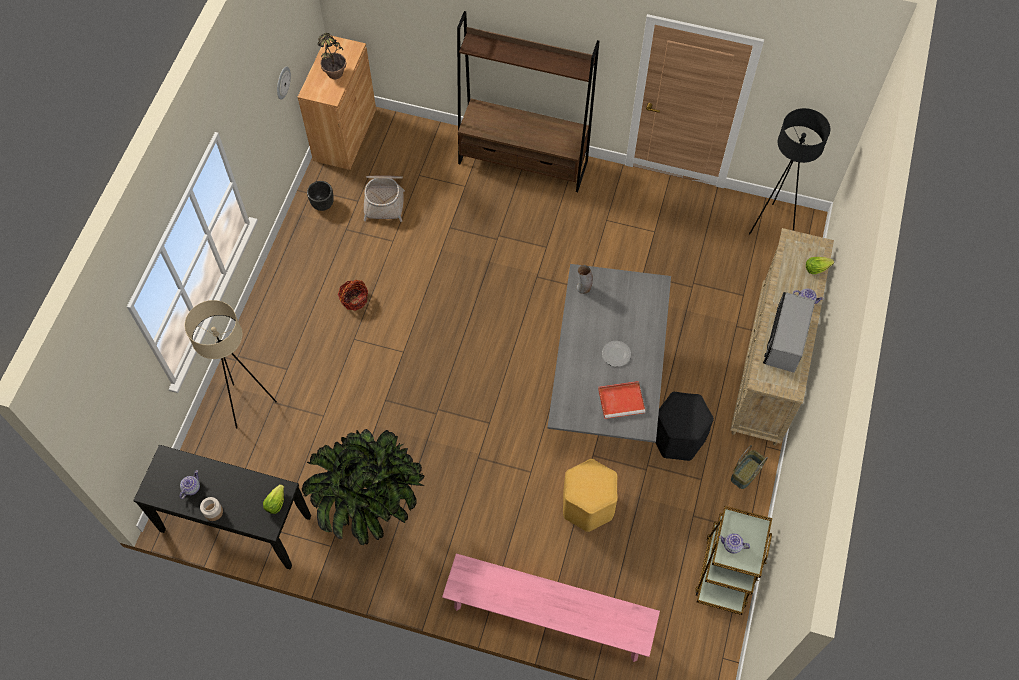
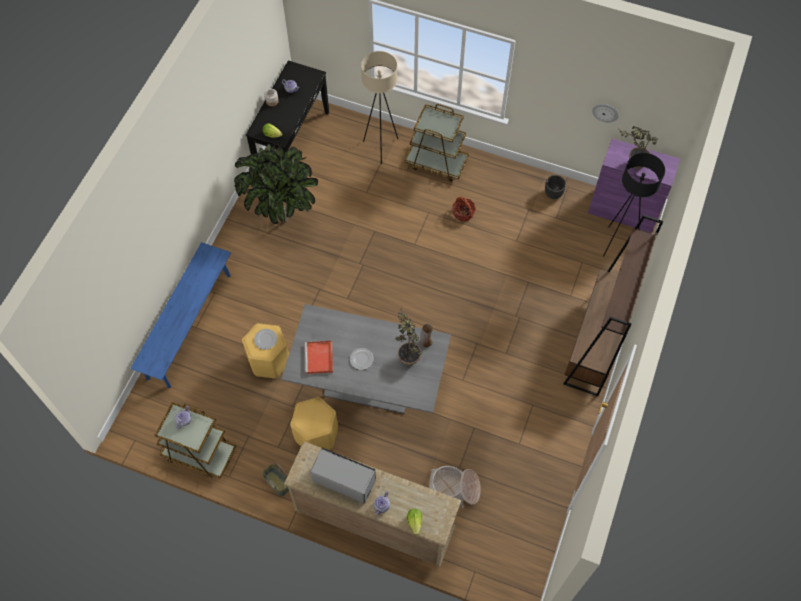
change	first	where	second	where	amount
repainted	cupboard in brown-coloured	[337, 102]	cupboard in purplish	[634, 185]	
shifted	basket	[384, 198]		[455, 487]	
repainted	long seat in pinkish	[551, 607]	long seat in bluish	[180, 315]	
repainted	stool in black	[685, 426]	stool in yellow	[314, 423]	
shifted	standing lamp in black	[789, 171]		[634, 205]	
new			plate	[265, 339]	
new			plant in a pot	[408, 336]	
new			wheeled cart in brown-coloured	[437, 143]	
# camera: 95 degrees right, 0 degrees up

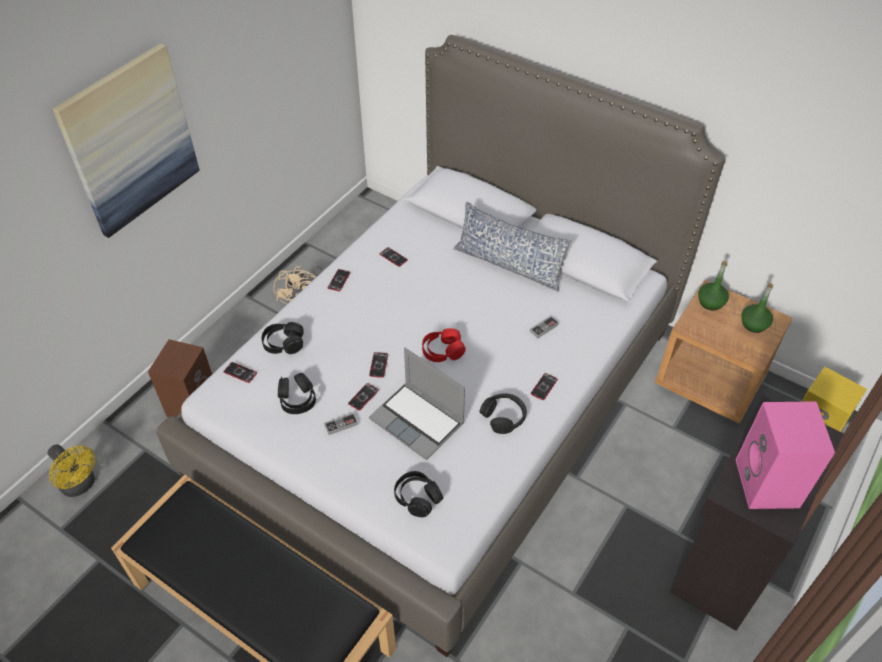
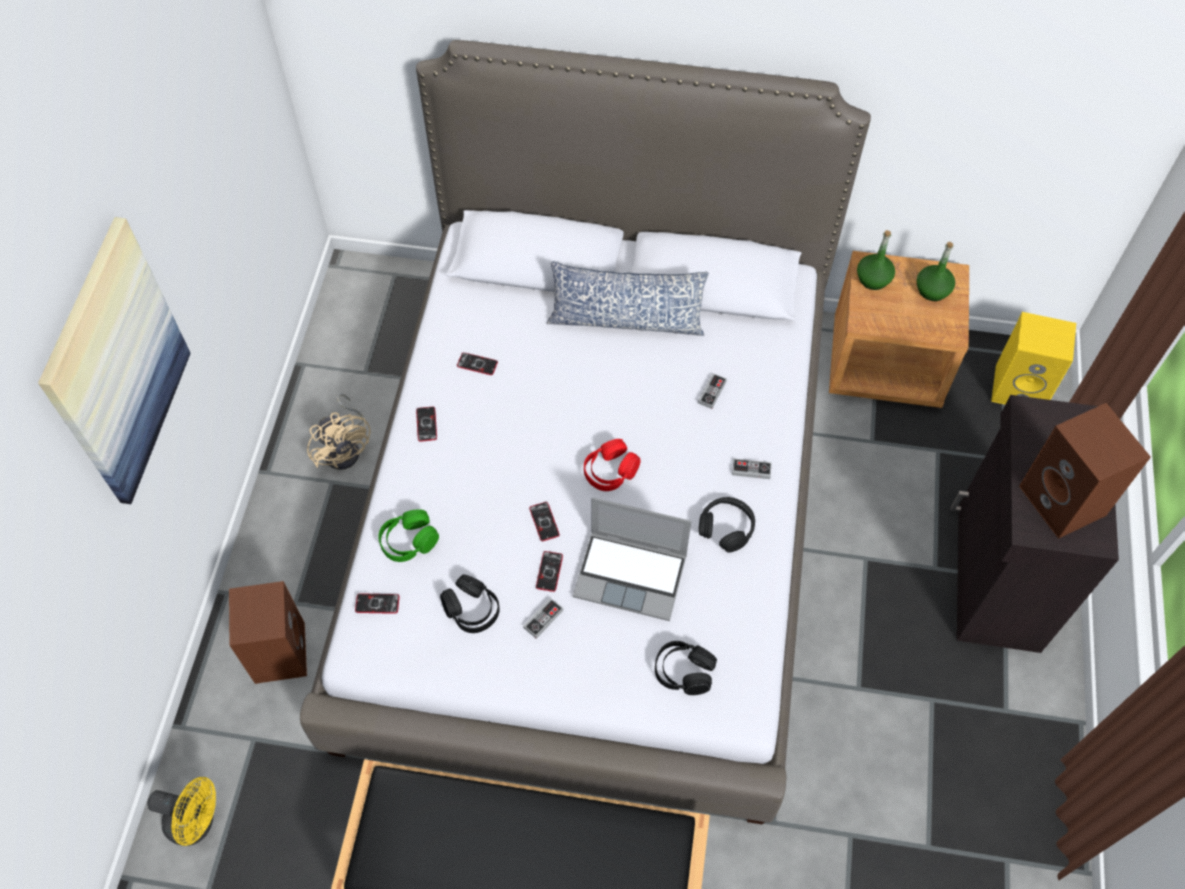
change	first	where	second	where	amount
repainted	headphones in black	[283, 338]	headphones in green-coloured	[408, 535]	
swapped	telephone	[544, 386]	game controller	[751, 469]	
repainted	audio speaker in pinkish	[785, 455]	audio speaker in brown-coloured	[1085, 471]	
# camera: 25 degrees left, 10 degrees up

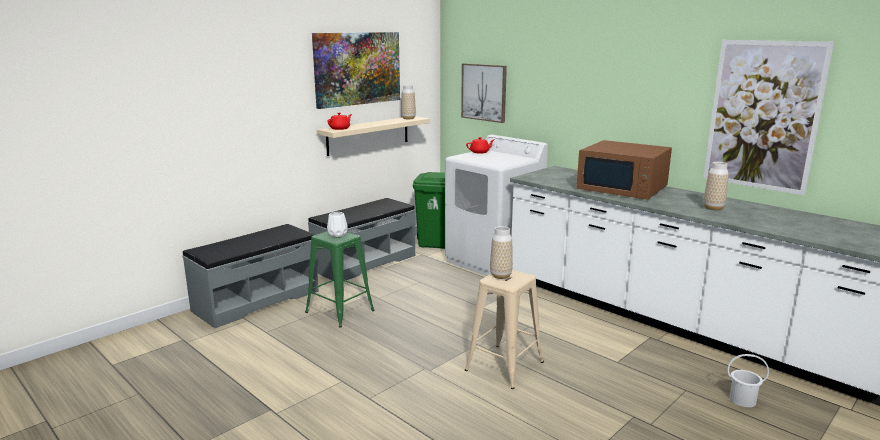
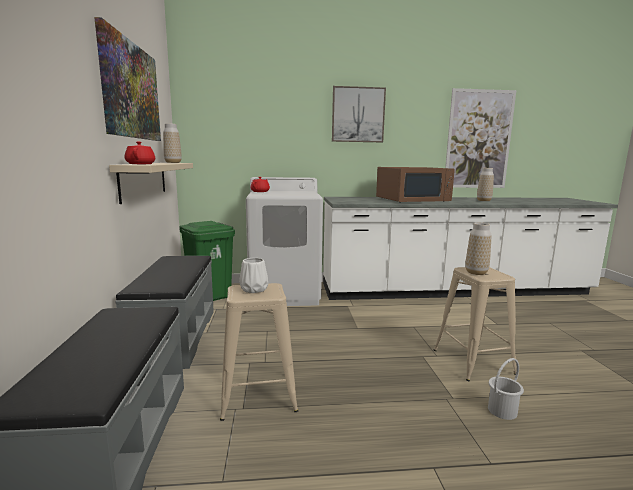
change	first	where	second	where	amount
repainted	stool in green-coloured	[340, 279]	stool in sand-coloured	[259, 352]	
shifted	wall art	[484, 93]		[359, 114]	
shifted	pail in white-coloured	[748, 380]		[506, 389]	
# camera: 50 degrees left, 5 degrees down

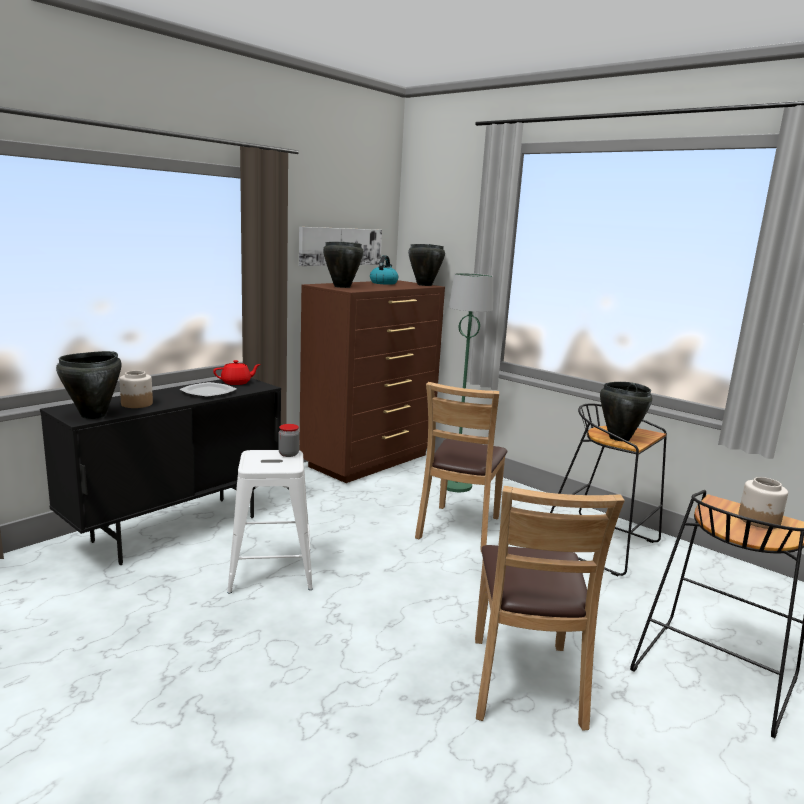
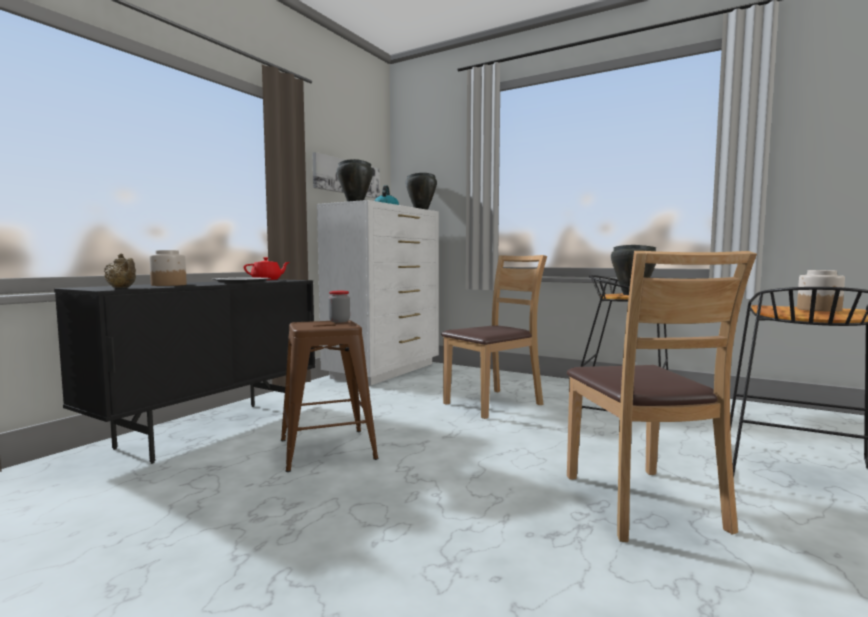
change	first	where	second	where	amount
swapped	stockpot in black	[89, 385]	teapot in sand-coloured	[120, 270]	
repainted	stool in white-coloured	[270, 522]	stool in brown-coloured	[329, 396]	
repainted	dresser in brown-coloured	[372, 381]	dresser in white-coloured	[378, 292]	
rotated	plain chair in brown-coloured	[461, 467]		[494, 337]	135 degrees counterclockwise
gone	standing lamp in green-coloured	[466, 382]			
# camera: 10 degrees left, 10 degrees down

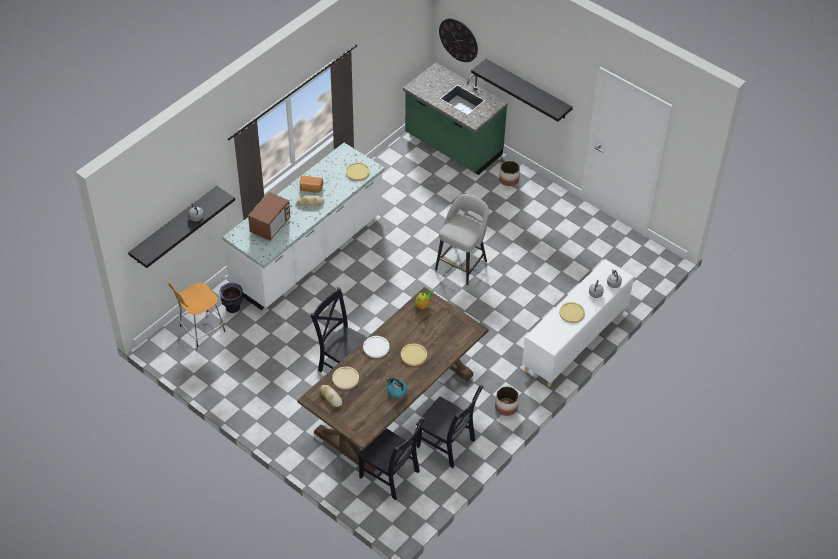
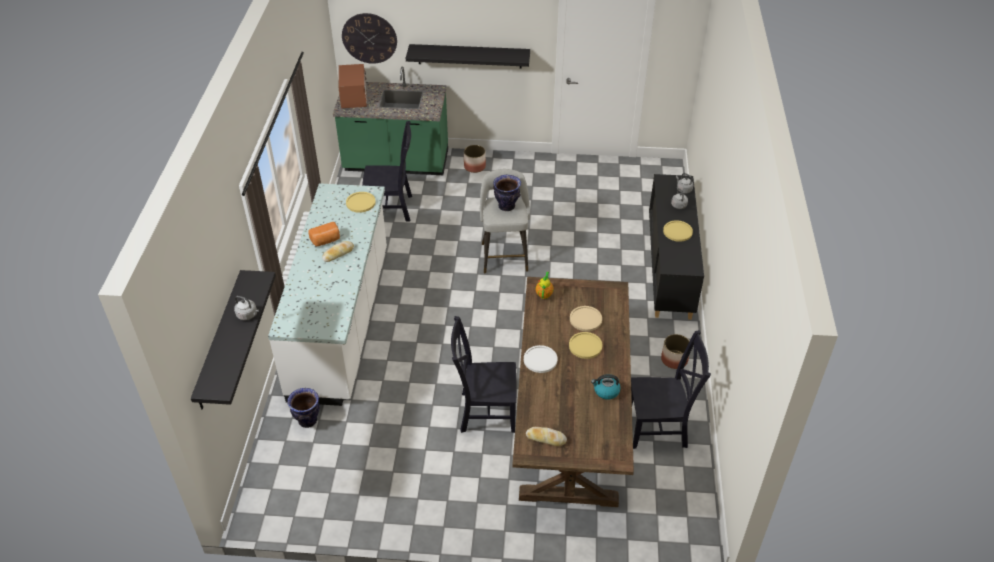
change	first	where	second	where	amount
gone	stool in orange	[196, 315]			
shifted	microwave oven	[269, 216]		[352, 86]	
shifted	plate in sand-coloured	[345, 378]		[586, 318]	
shifted	plain chair in black	[391, 458]		[387, 171]	
repainted	cupboard in white-coloured	[578, 323]	cupboard in black	[676, 247]	
new			flower vase	[507, 192]	
# camera: 35 degrees left, 5 degrees down

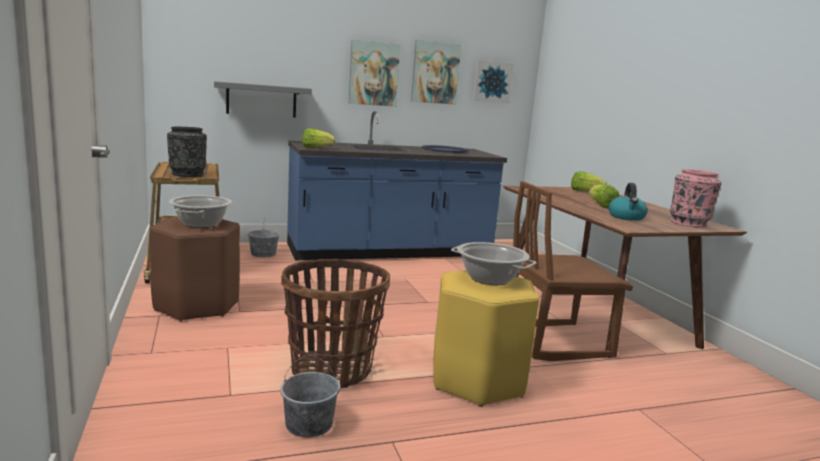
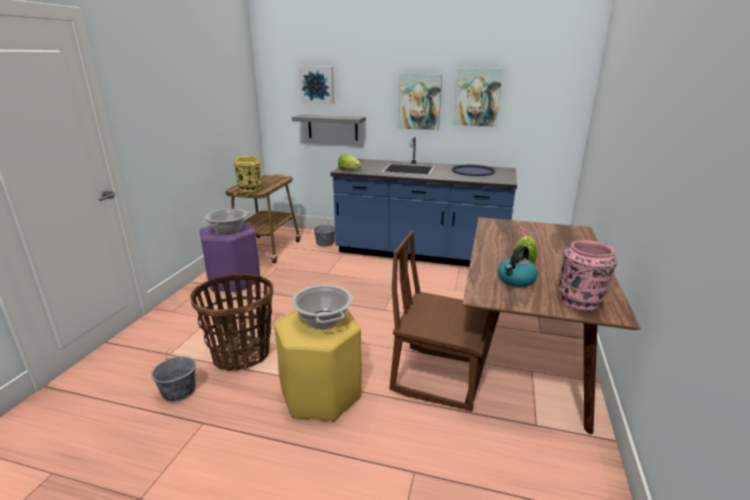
change	first	where	second	where	amount
repainted	stool in brown-coloured	[194, 269]	stool in purplish	[230, 257]	
repainted	flower vase in black	[187, 152]	flower vase in yellow	[248, 174]	
shifted	wall art	[493, 81]		[316, 85]	
gone	lettuce head	[589, 181]			
# camera: 35 degrees right, 10 degrees up

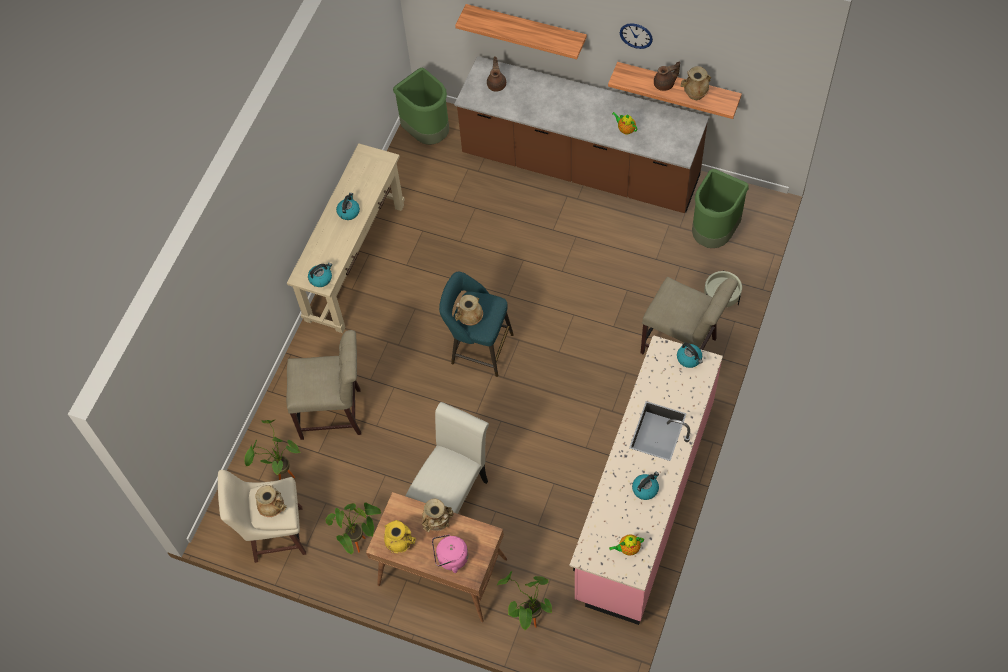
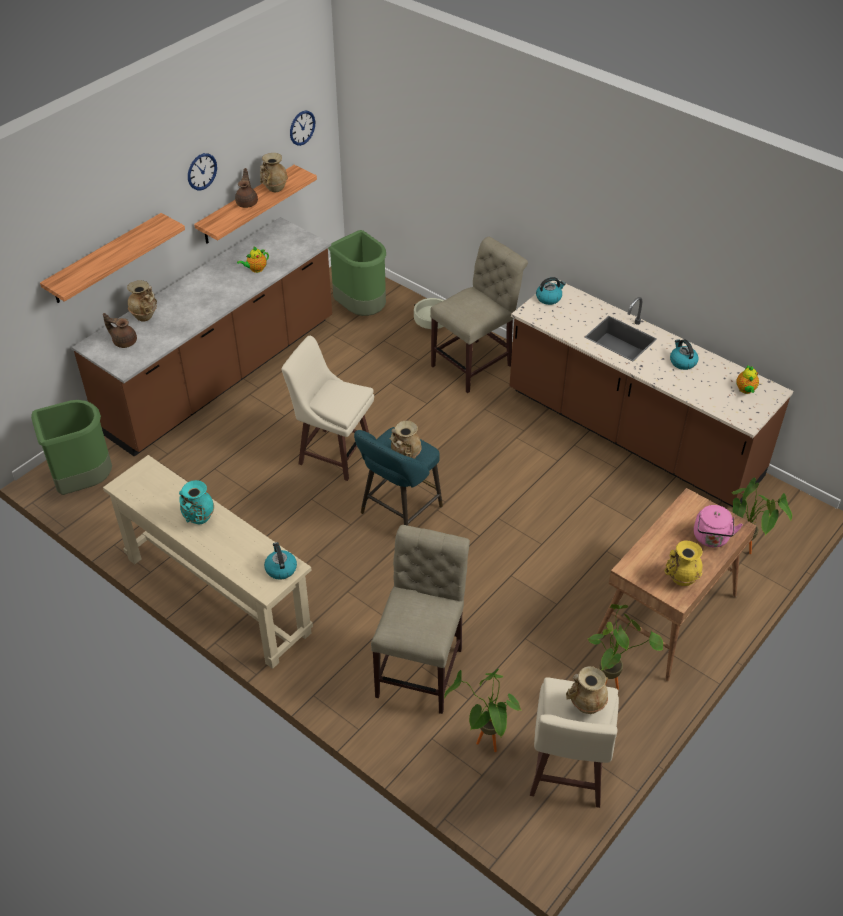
change	first	where	second	where	amount
swapped	water kettle	[348, 206]	flower vase in turquoise-coloured	[196, 502]	
gone	plain chair in white-coloured	[447, 458]			
shifted	flower vase in sand-coloured	[438, 515]		[142, 301]	
repainted	kitchen counter in pinkish	[646, 480]	kitchen counter in brown-coloured	[651, 393]	
new			stool in sand-coloured	[328, 408]	
new			hanging clock	[302, 128]	
# camera: 75 degrees left, 15 degrees down

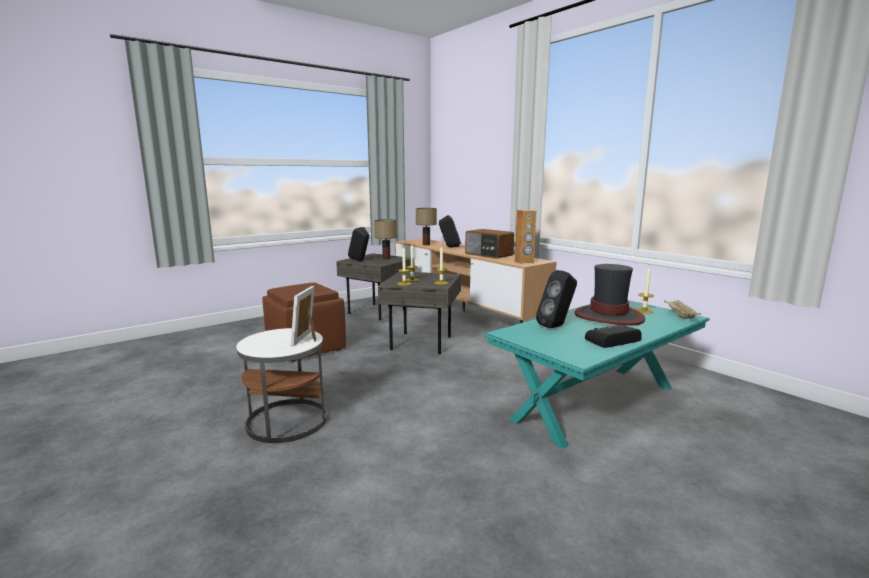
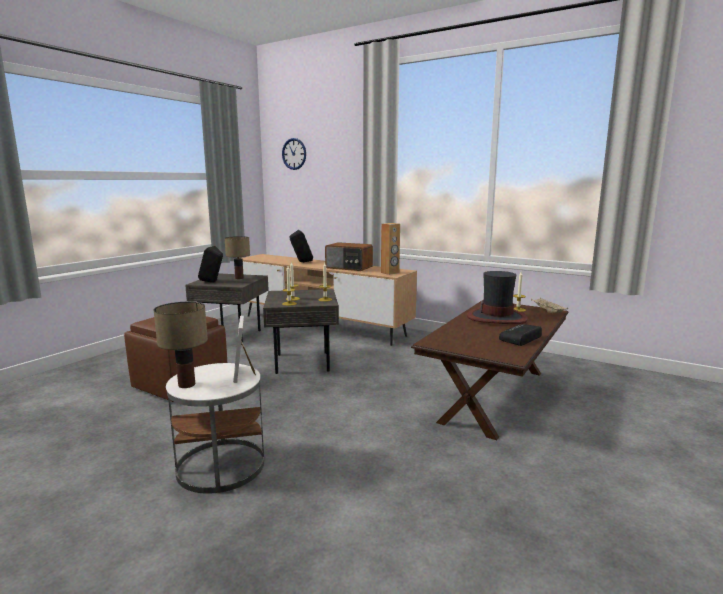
change	first	where	second	where	amount
shifted	table lamp	[426, 226]		[181, 345]	
repainted	coffee table in turquoise-coloured	[597, 374]	coffee table in brown-coloured	[490, 370]	
gone	audio speaker in black	[556, 299]			
new			hanging clock	[294, 154]	
# camera: 20 degrees left, 0 degrees up

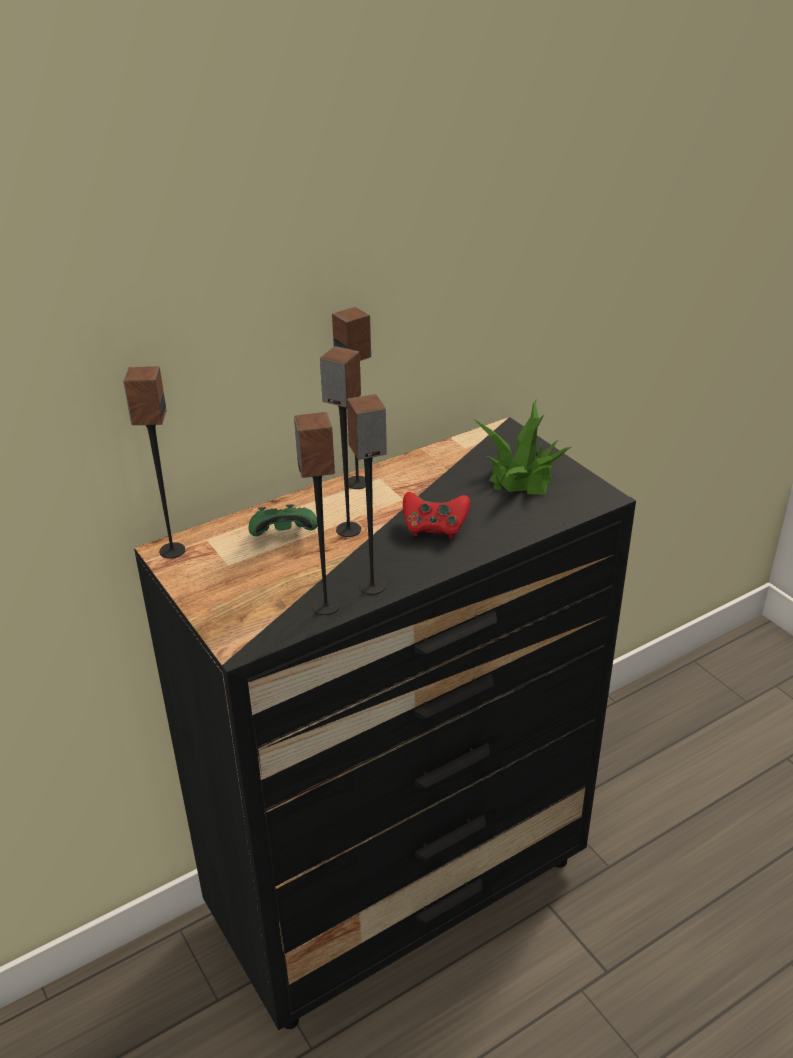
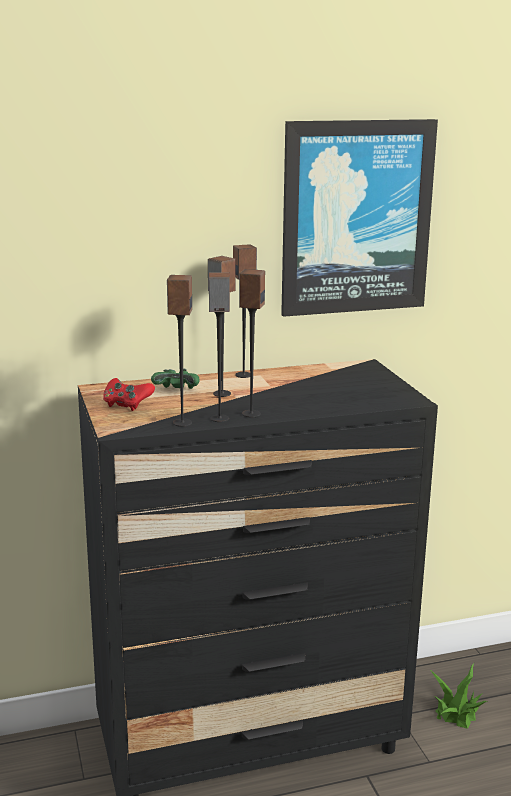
change	first	where	second	where	amount
shifted	audio speaker	[154, 463]		[252, 343]	
shifted	game controller in reddish	[436, 515]		[129, 394]	
shifted	plant in a pot	[522, 446]		[458, 696]	
new			wall art	[359, 218]	
# camera: 15 degrees right, 15 degrees down

